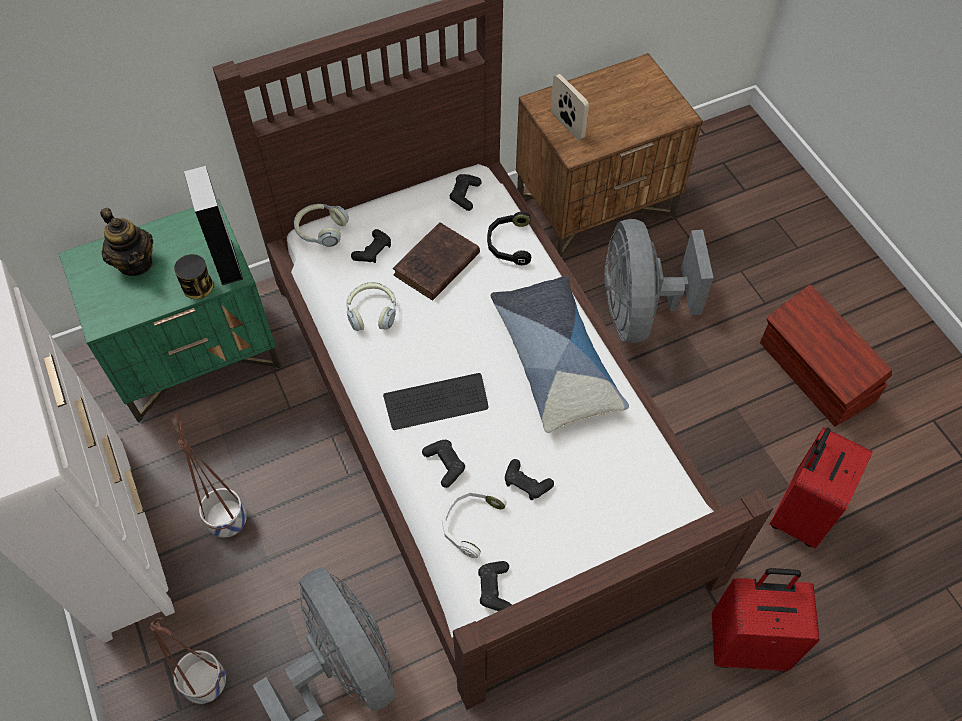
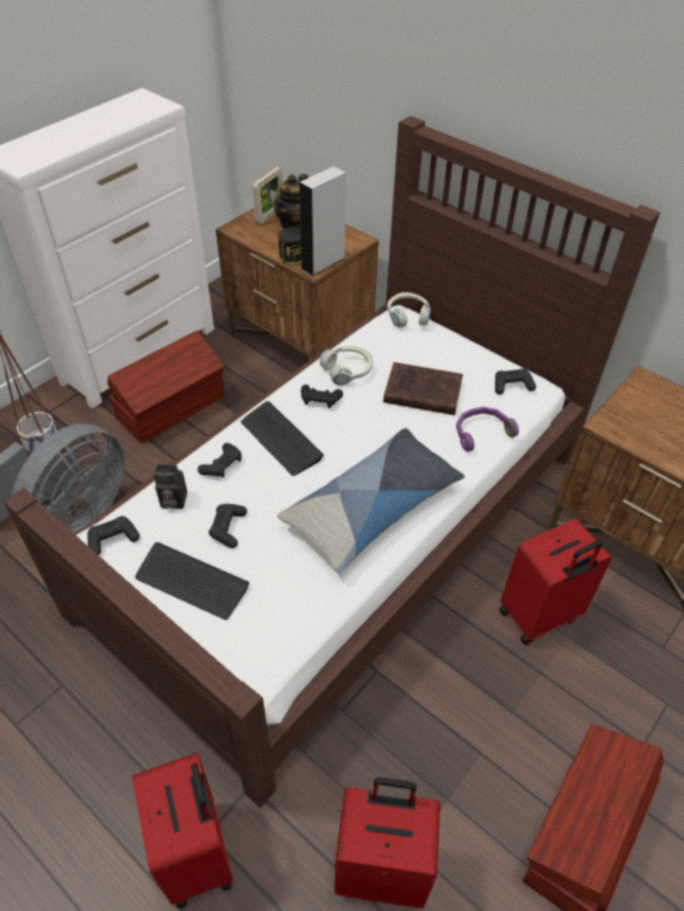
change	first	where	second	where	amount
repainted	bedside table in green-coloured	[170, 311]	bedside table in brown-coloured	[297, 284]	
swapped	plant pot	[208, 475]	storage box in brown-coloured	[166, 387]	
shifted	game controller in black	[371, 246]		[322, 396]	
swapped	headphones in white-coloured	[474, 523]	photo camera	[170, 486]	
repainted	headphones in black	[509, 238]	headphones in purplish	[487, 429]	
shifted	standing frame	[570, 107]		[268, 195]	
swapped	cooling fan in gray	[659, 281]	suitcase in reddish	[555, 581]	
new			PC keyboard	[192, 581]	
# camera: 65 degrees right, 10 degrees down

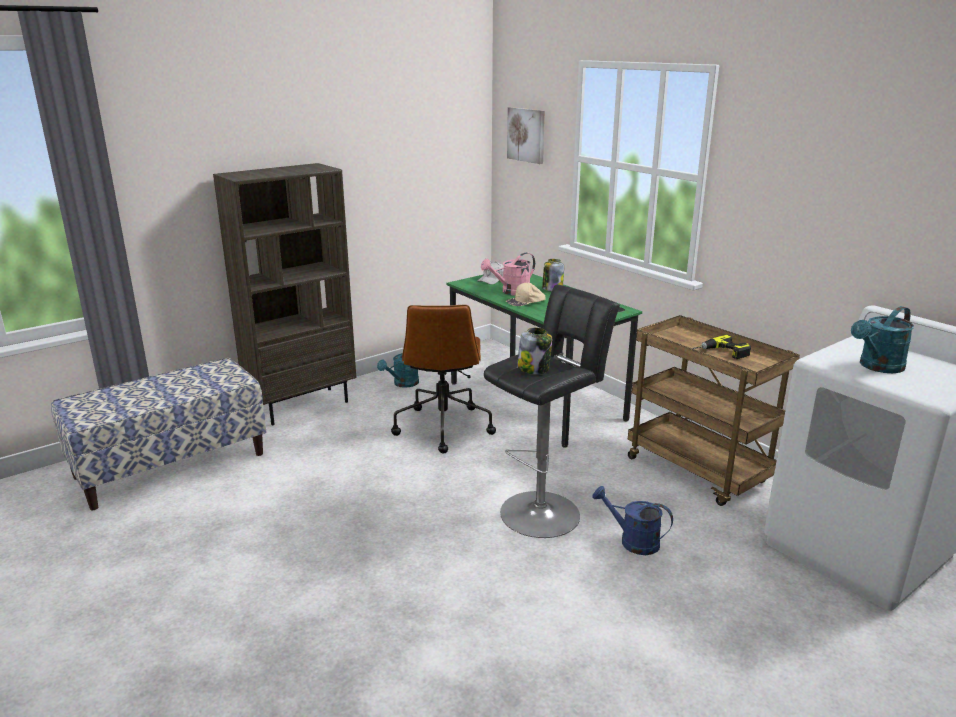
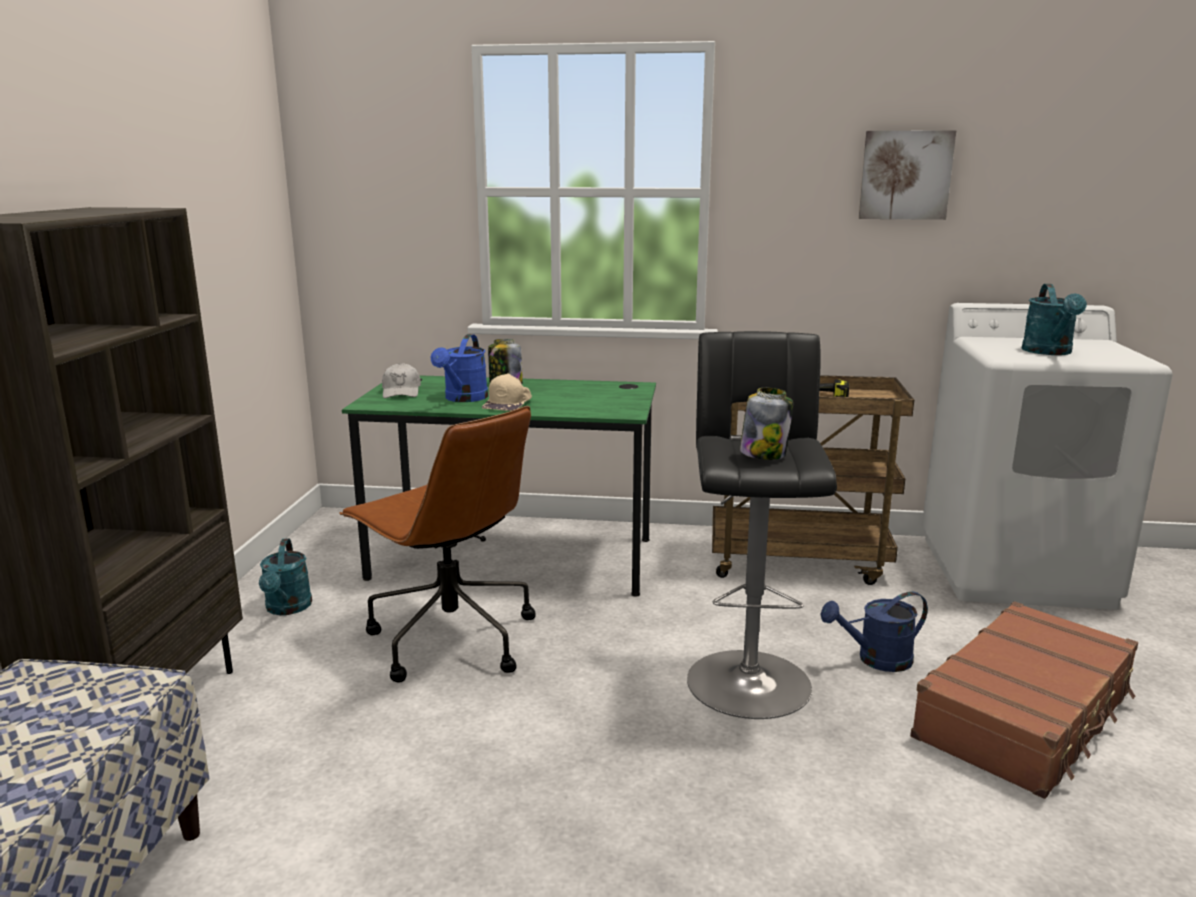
change	first	where	second	where	amount
repainted	watering can in pinkish	[508, 274]	watering can in bluish	[459, 368]	
shifted	wall art	[526, 135]		[907, 175]	
new			suitcase in brown-coloured	[1024, 700]	
# camera: 45 degrees left, 5 degrees down

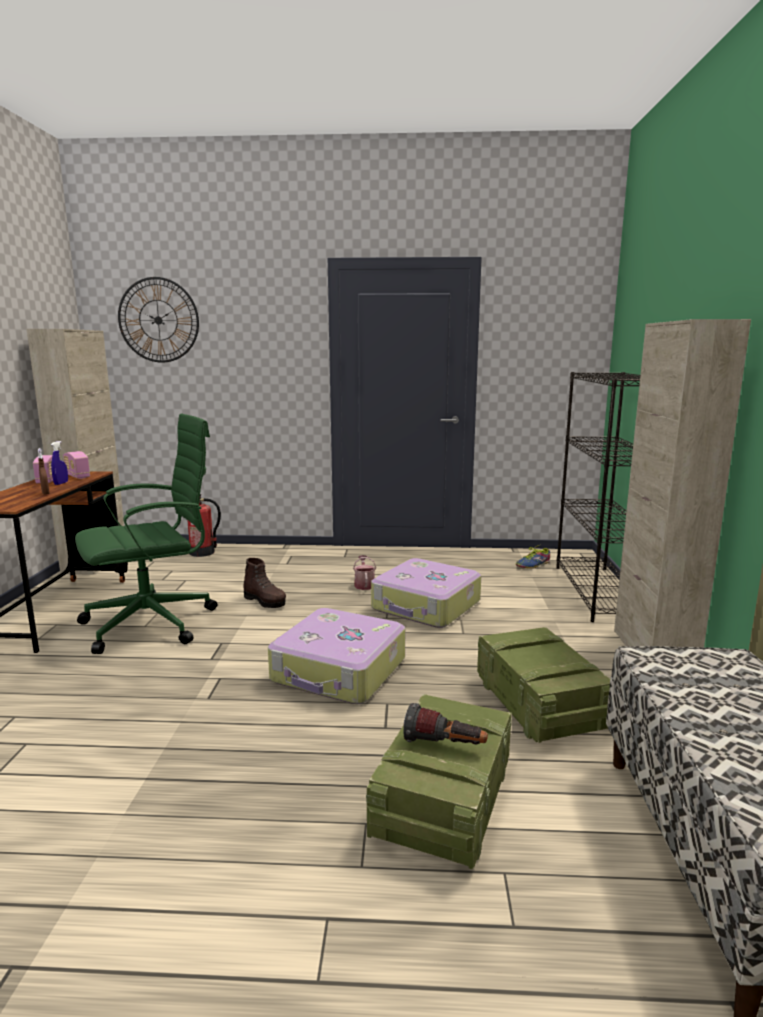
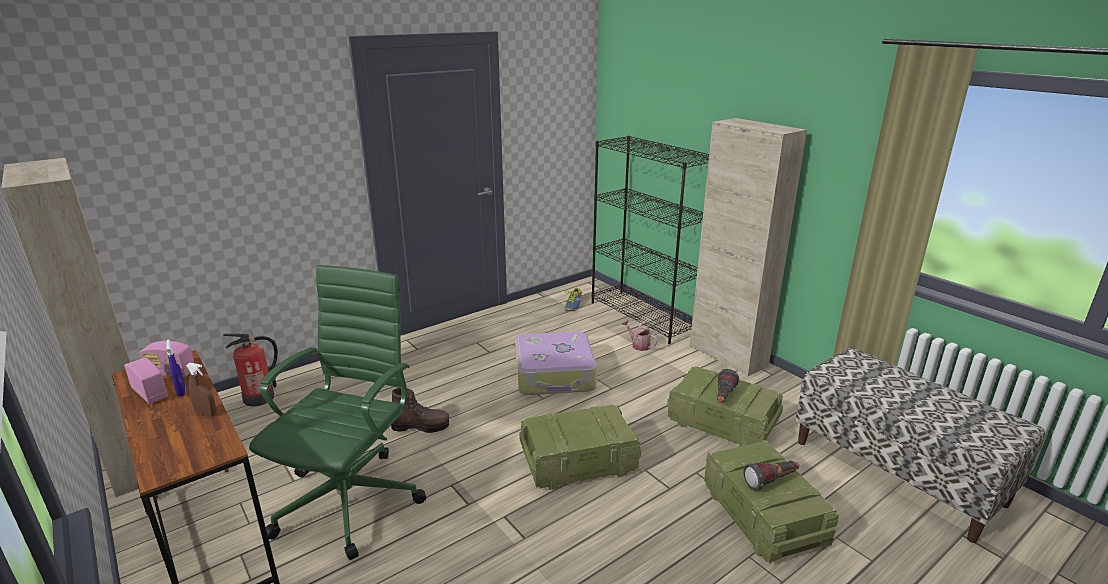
change	first	where	second	where	amount
gone	hanging clock	[158, 320]			
swapped	suitcase	[336, 656]	crate	[580, 447]	
shifted	watering can	[364, 572]		[640, 335]	
new			torch	[728, 386]	
# camera: 40 degrees left, 10 degrees up

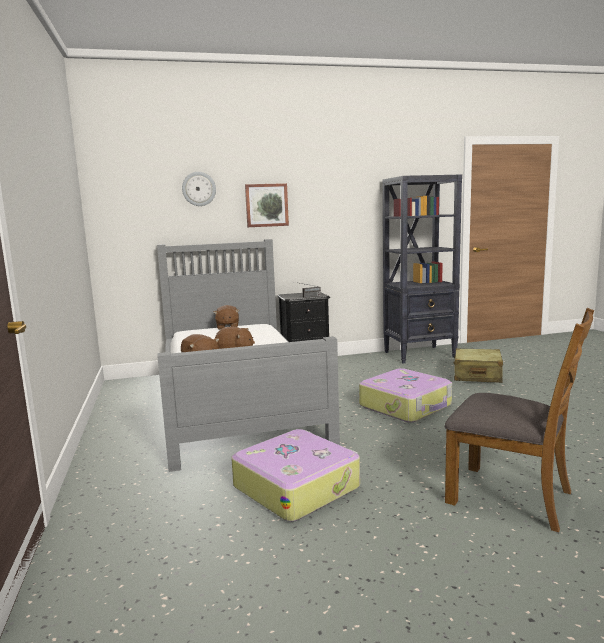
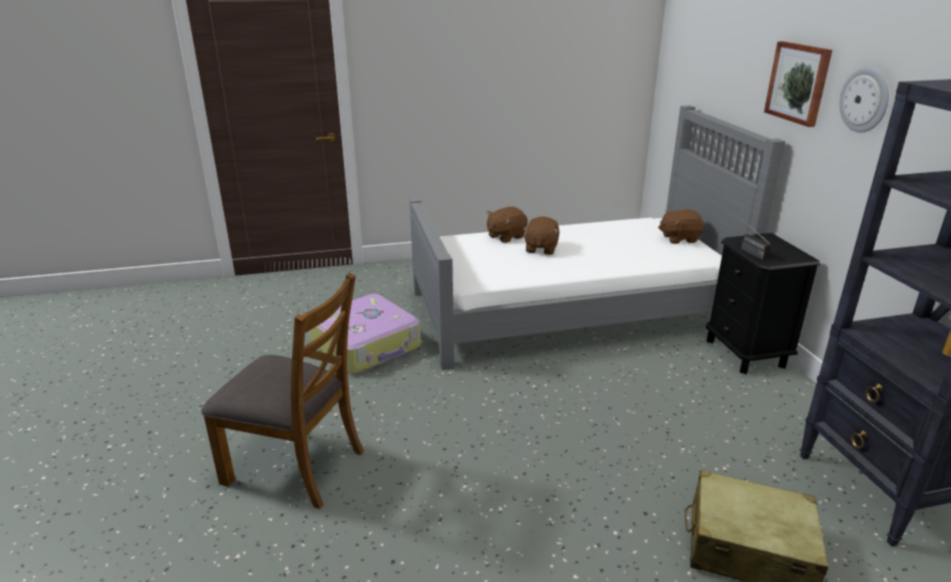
change	first	where	second	where	amount
shifted	hanging clock	[199, 189]		[864, 100]	
gone	suitcase	[405, 395]			
rotated	plain chair in brown-coloured	[519, 420]		[282, 391]	105 degrees counterclockwise
# camera: 90 degrees right, 15 degrees up

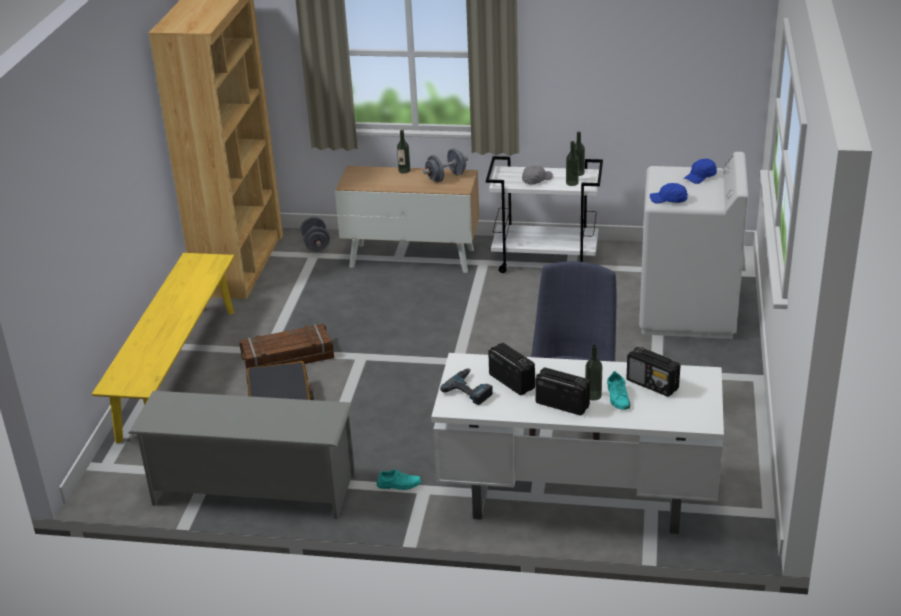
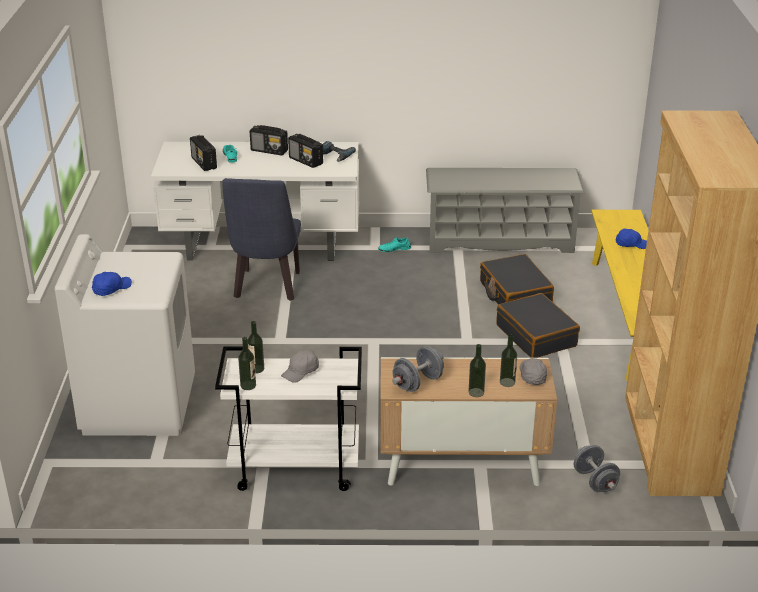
change	first	where	second	where	amount
swapped	crate	[286, 347]	suitcase in black	[538, 325]	
shifted	drink bottle	[593, 372]		[508, 360]	
rotated	radio	[653, 372]		[203, 153]	150 degrees counterclockwise
shifted	baseball cap in bluish	[669, 193]		[631, 239]	
new			baseball cap in gray	[533, 371]	
# camera: 170 degrees right, 0 degrees up

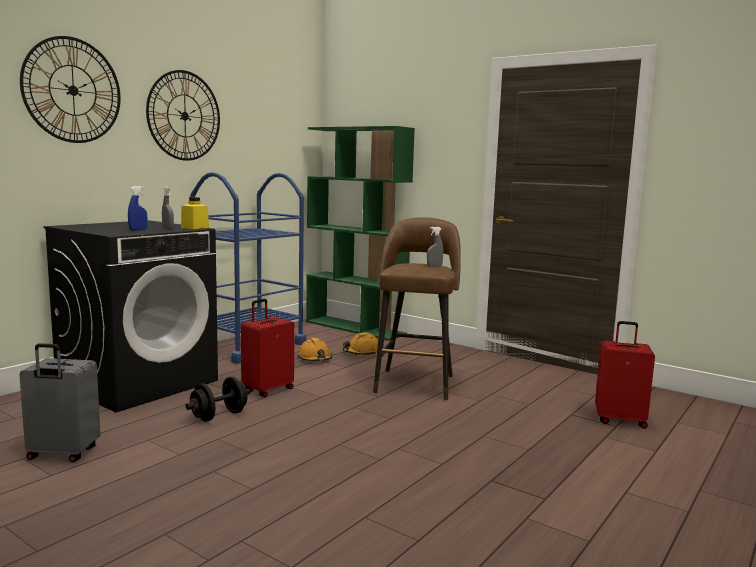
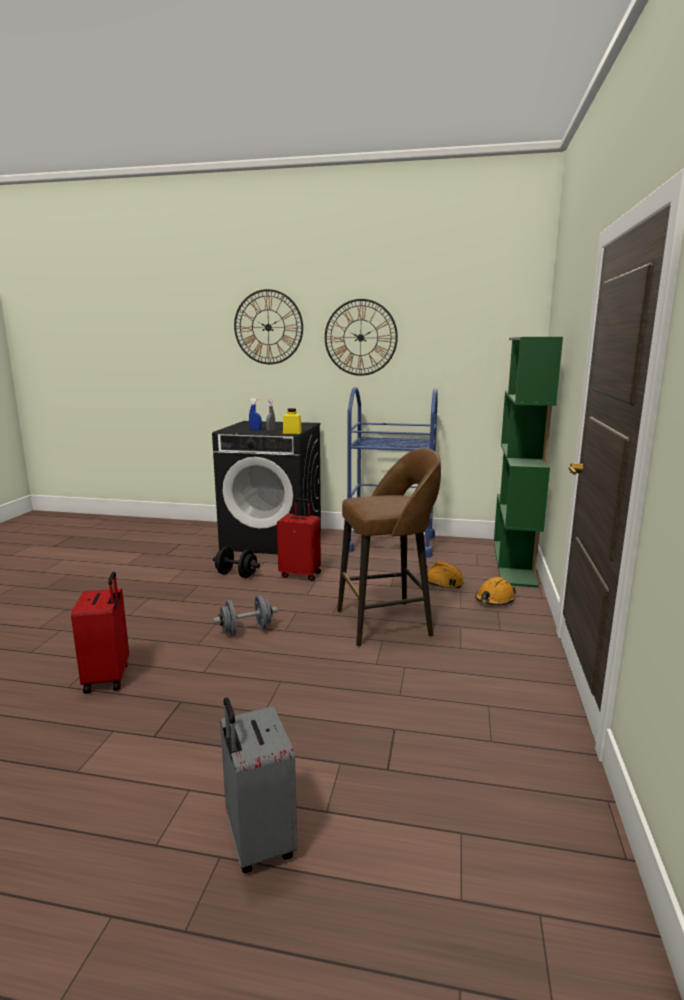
change	first	where	second	where	amount
shifted	suitcase in gray	[60, 402]		[258, 785]	
shifted	hard hat in orange	[314, 349]		[495, 591]	
gone	hand sprayer in gray	[435, 247]			
shifted	suitcase in reddish	[625, 375]		[100, 633]	
new			free weight in gray	[245, 615]	
# camera: 65 degrees right, 5 degrees up

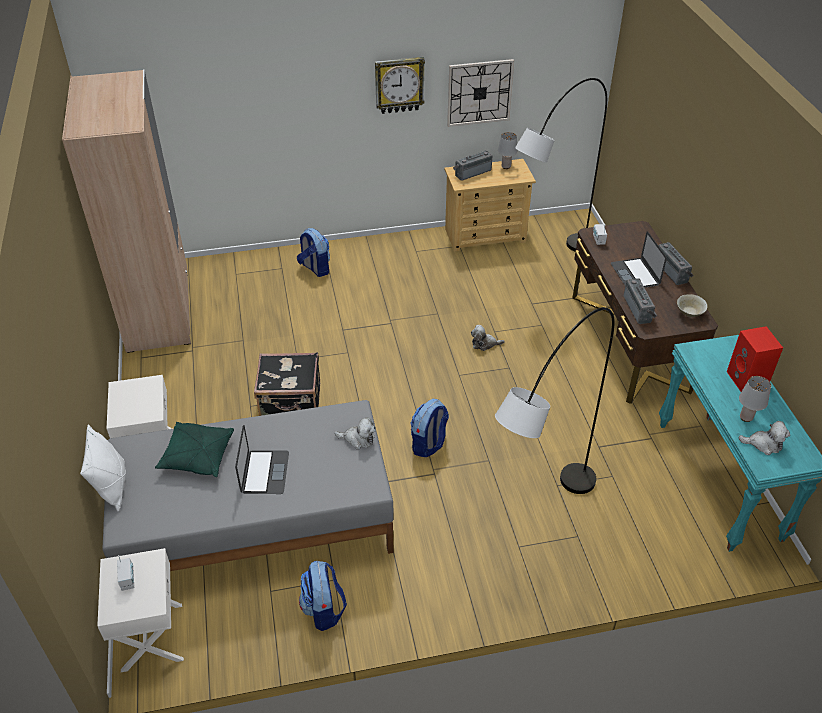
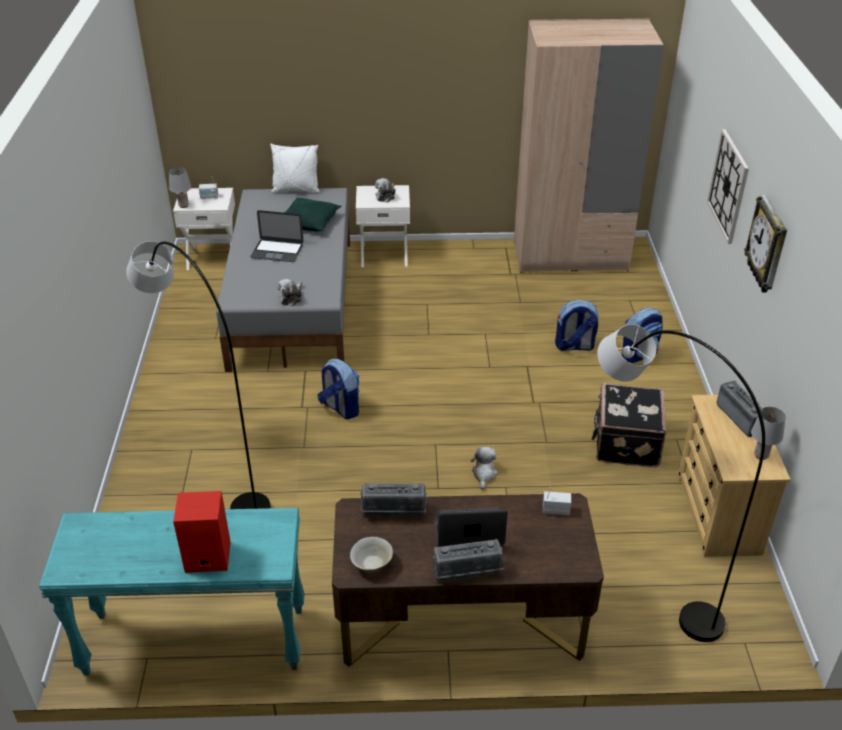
change	first	where	second	where	amount
shifted	suitcase in black	[287, 384]		[628, 425]	
shifted	knapsack	[323, 595]		[577, 325]	
shifted	hanging clock	[480, 93]		[728, 186]	
shifted	soft toy	[764, 438]		[385, 190]	
shifted	table lamp in gray	[755, 399]		[180, 187]	
# camera: 100 degrees right, 5 degrees down

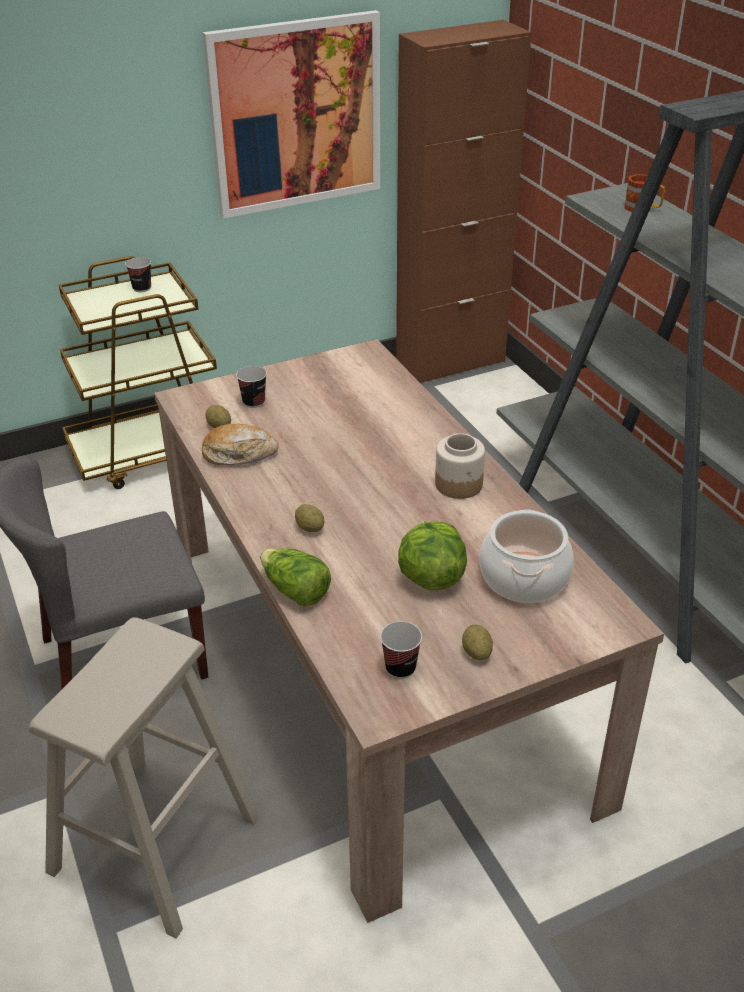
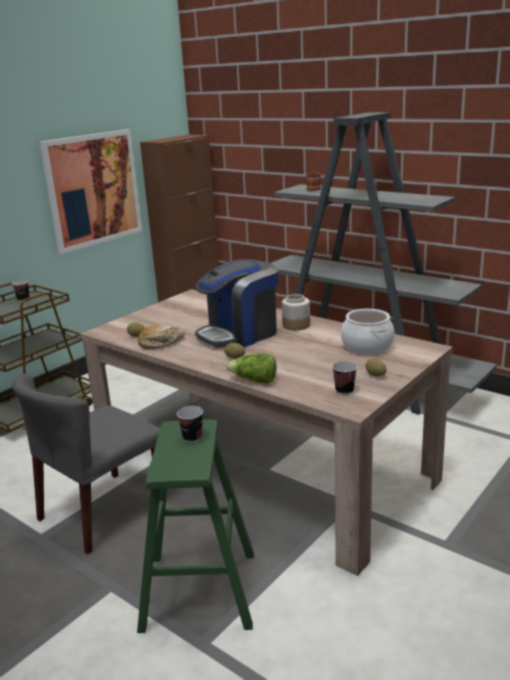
change	first	where	second	where	amount
repainted	stool in sand-coloured	[144, 778]	stool in green-coloured	[195, 526]	
shifted	small cup	[251, 387]		[190, 424]	
gone	lettuce head	[432, 555]			
new			coffee machine	[236, 303]	
# camera: 25 degrees left, 15 degrees down

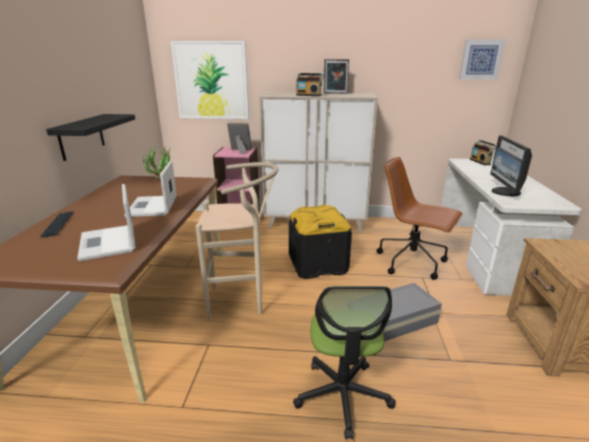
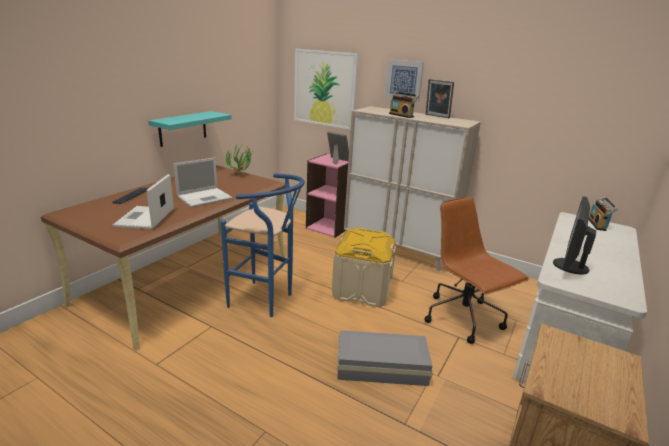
change	first	where	second	where	amount
repainted	wall shelf in black	[90, 137]	wall shelf in turquoise-coloured	[190, 129]	
rotated	laptop	[150, 189]		[202, 183]	150 degrees counterclockwise
repainted	stool in sand-coloured	[237, 241]	stool in bluish	[263, 245]	
repainted	storage box in black	[320, 242]	storage box in sand-coloured	[364, 267]	
gone	desk chair	[344, 362]			
shifted	wall art	[482, 59]		[404, 80]	
# camera: 25 degrees right, 0 degrees up

